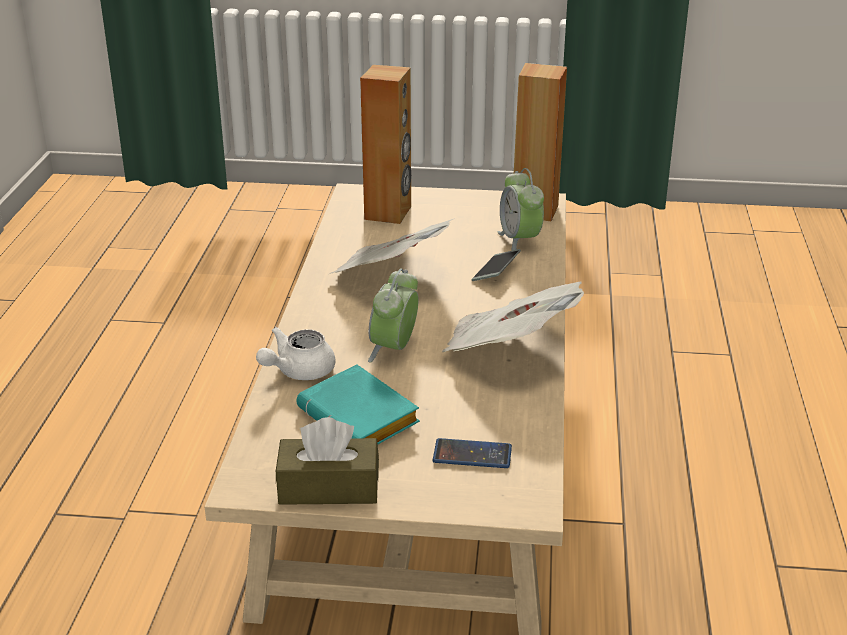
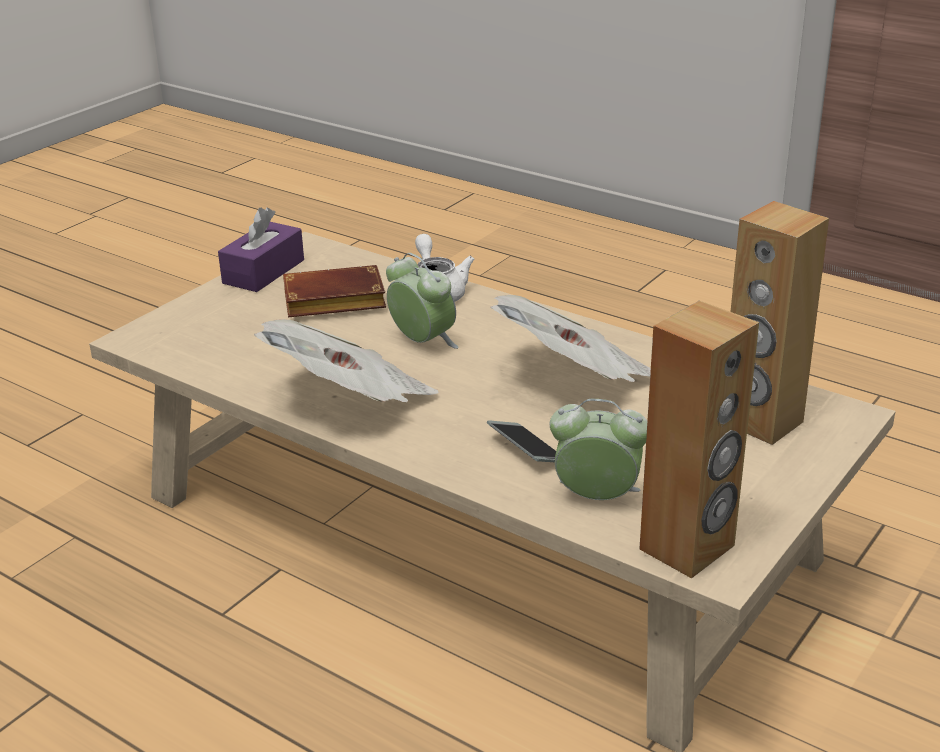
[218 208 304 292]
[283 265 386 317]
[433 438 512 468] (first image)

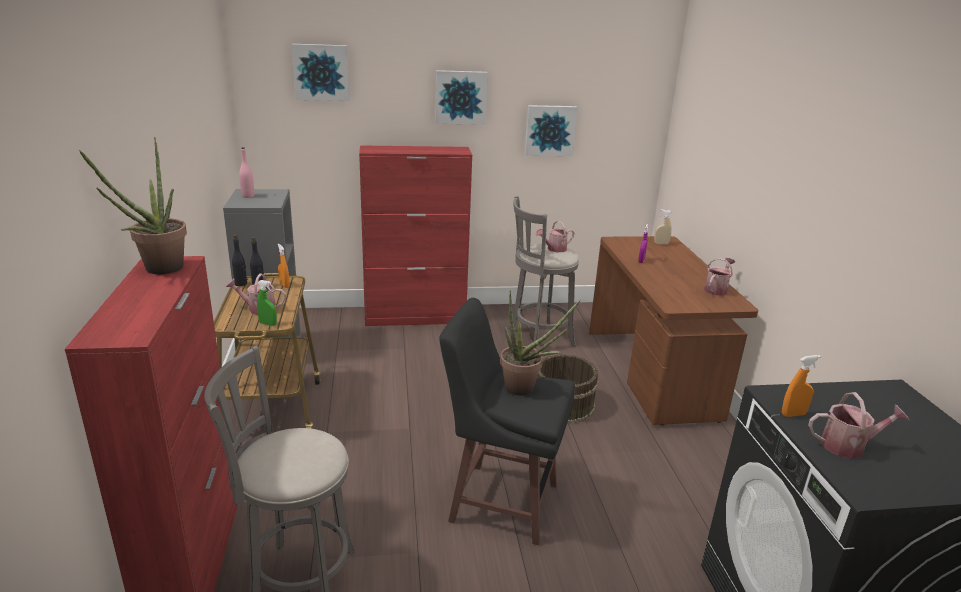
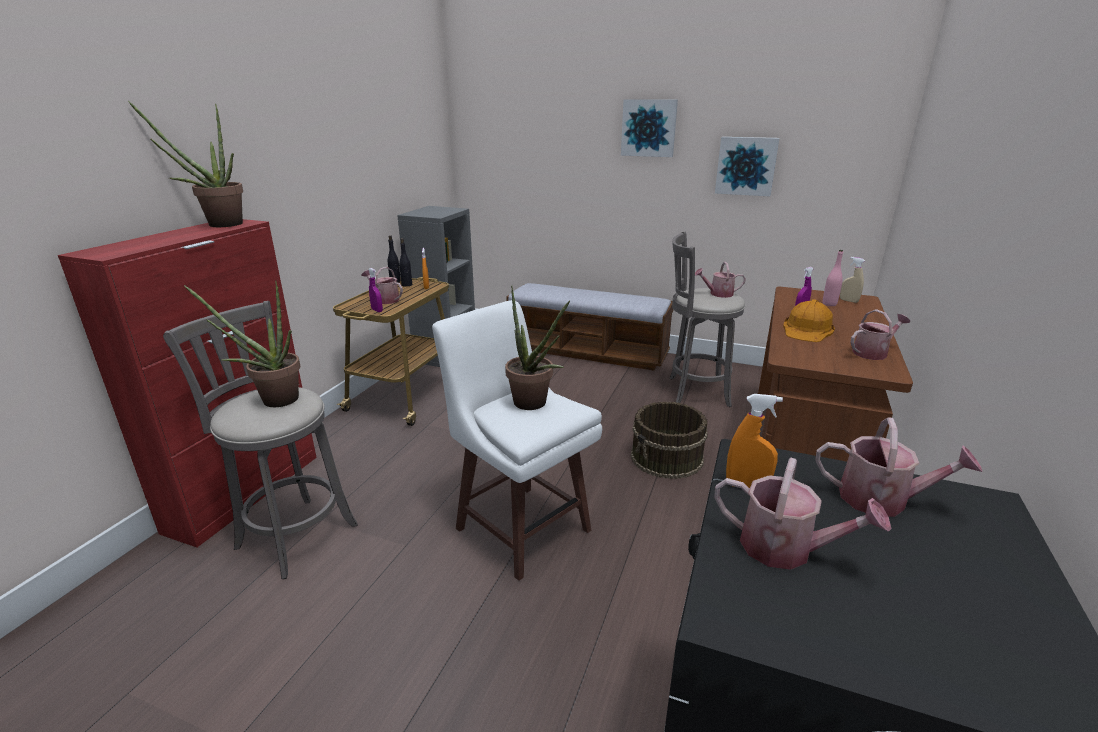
[822 250 843 306]
[368 268 383 312]
[292 44 349 101] (first image)
[506 283 674 371]
[432 300 602 581]
[184 280 300 407]
[783 299 835 342]
[815 417 982 517]

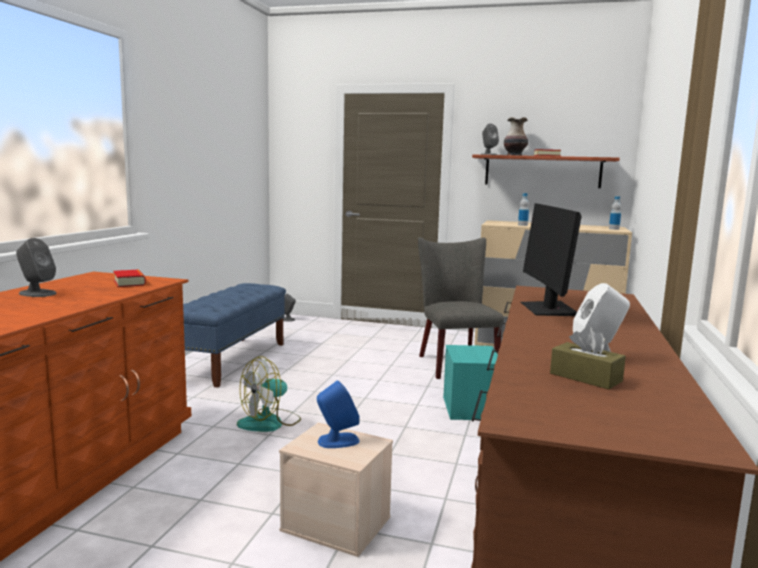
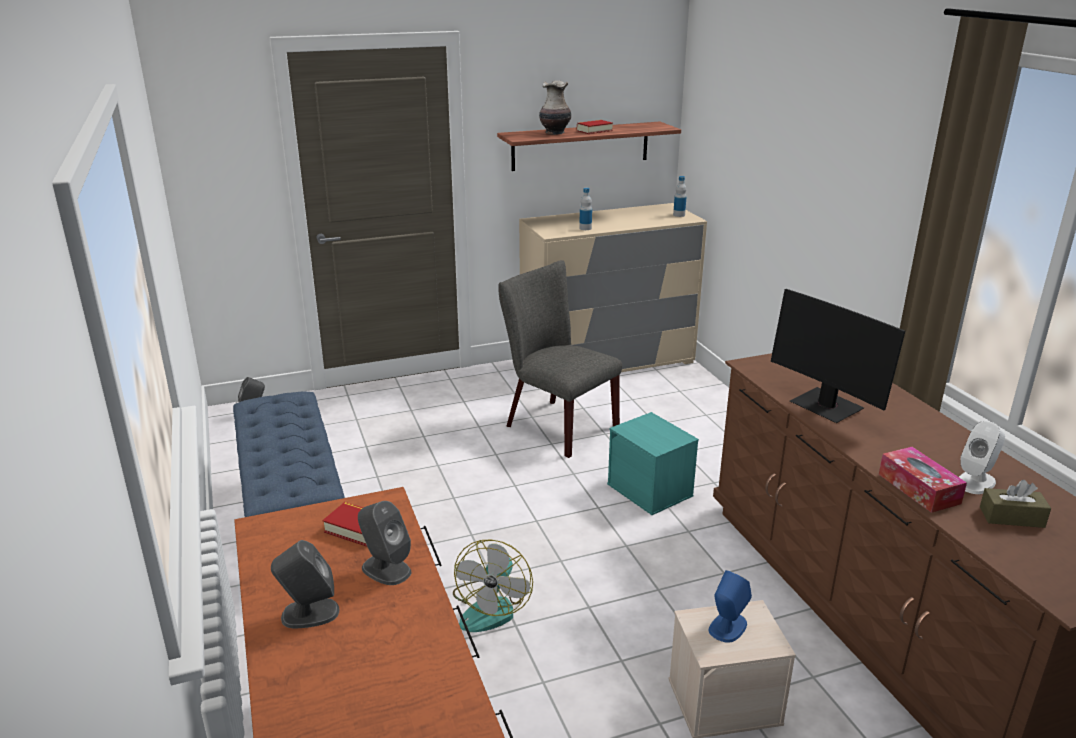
[358 501 411 585]
[879 447 967 513]

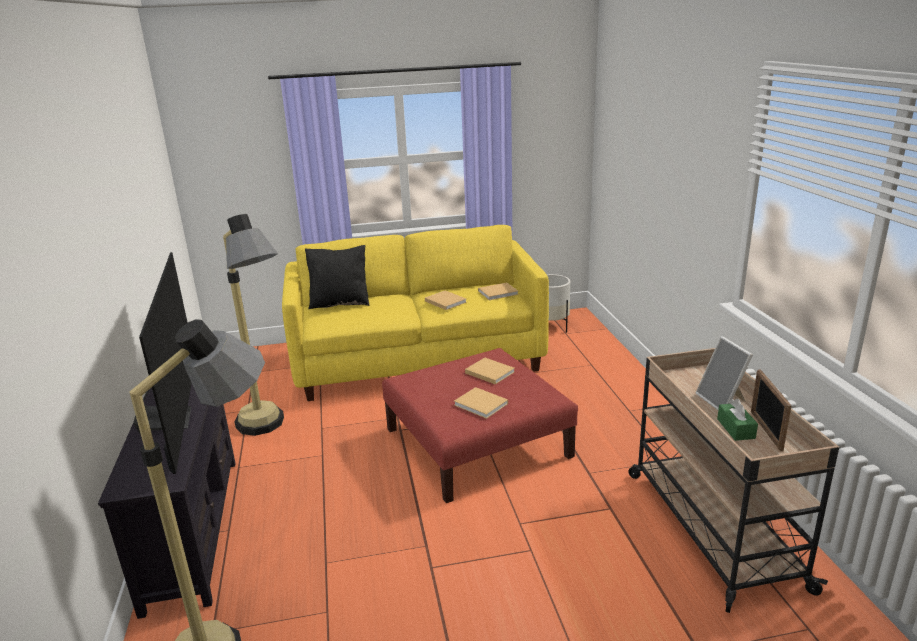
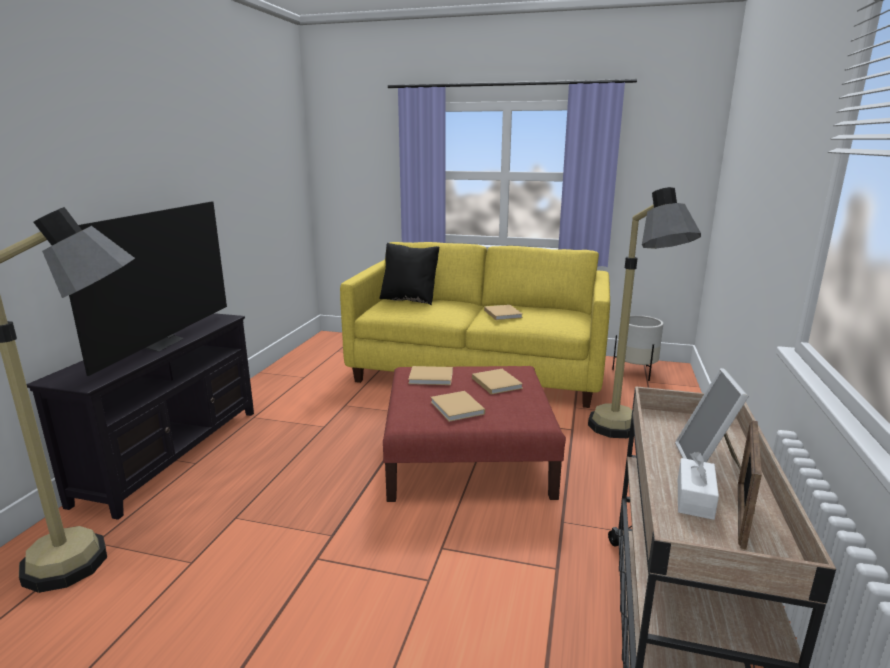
[588 187 701 438]
[408 366 453 385]
[678 452 719 520]

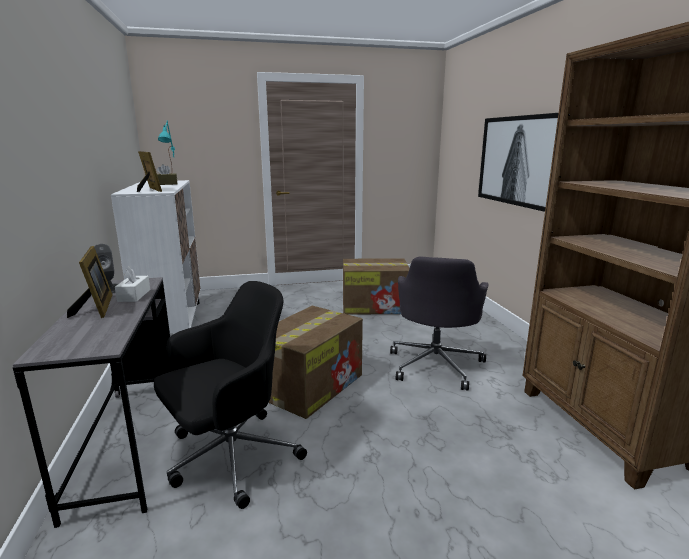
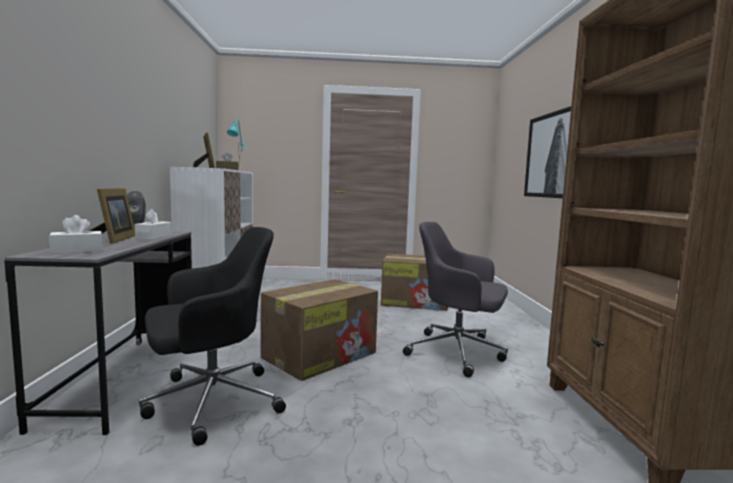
[403 222 508 377]
[49 215 103 254]

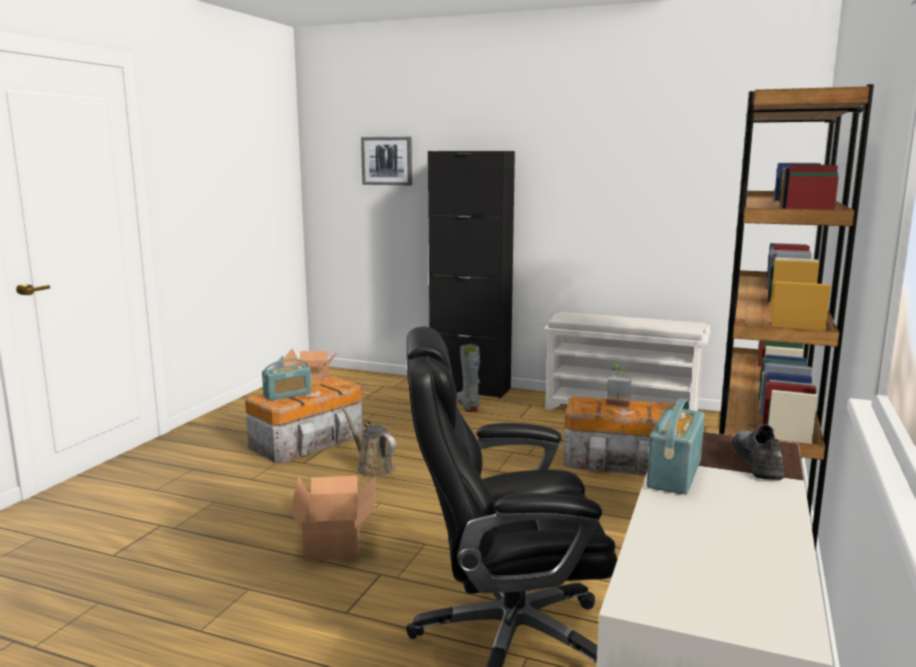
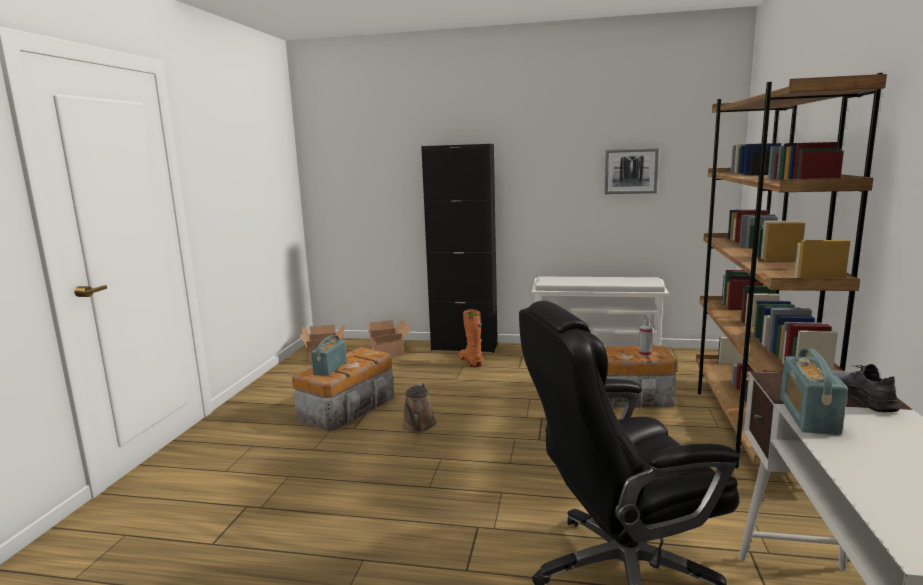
[311 335 347 376]
[364 320 411 357]
[402 383 436 432]
[605 148 659 194]
[459 309 483 367]
[606 364 631 407] (first image)
[639 316 653 357]

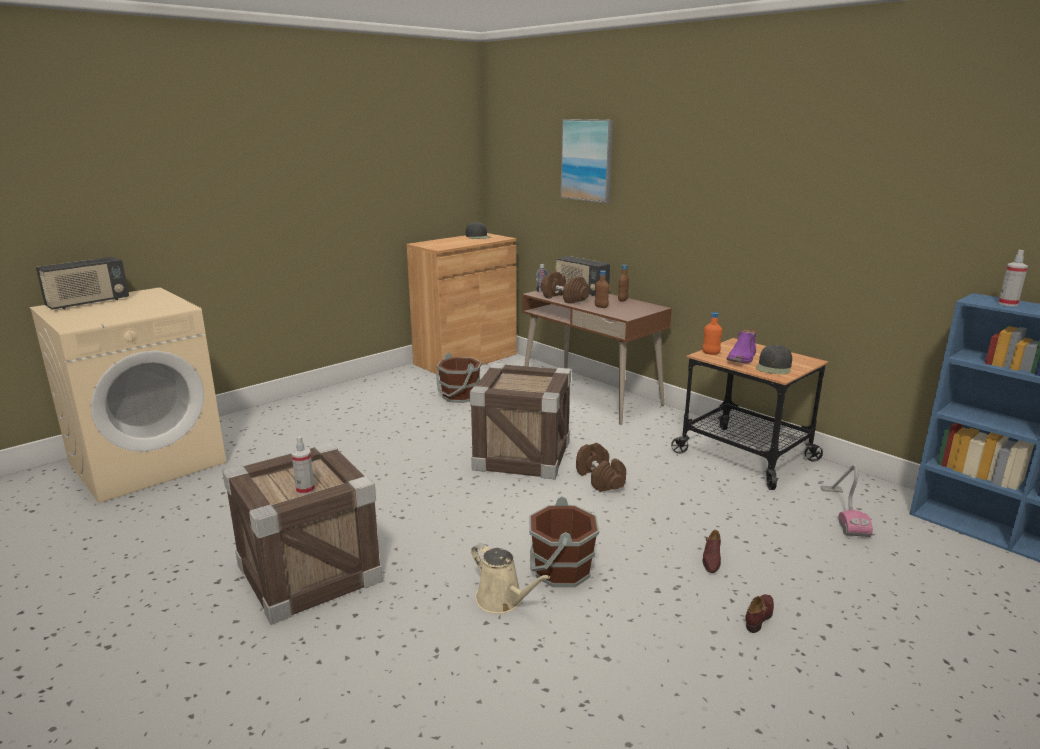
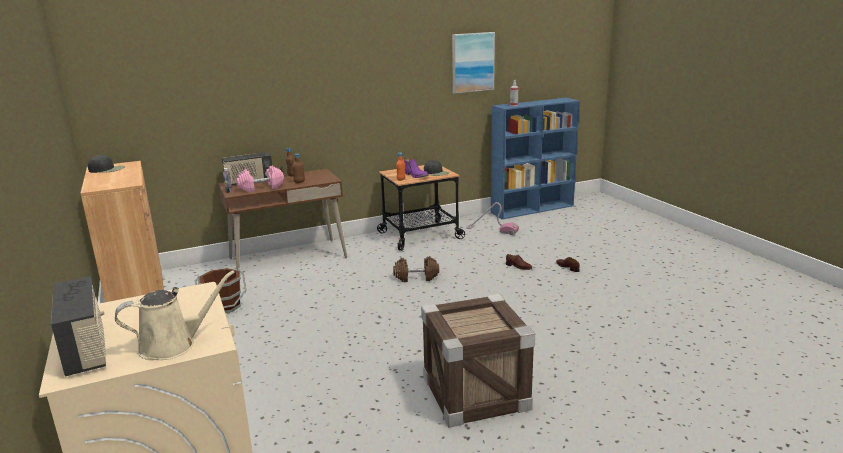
[291 436 315 495] (first image)
[470 363 571 479] (first image)
[115 270 235 360]
[529 496 599 587] (first image)
[236 166 284 193]
[452 32 495 94]

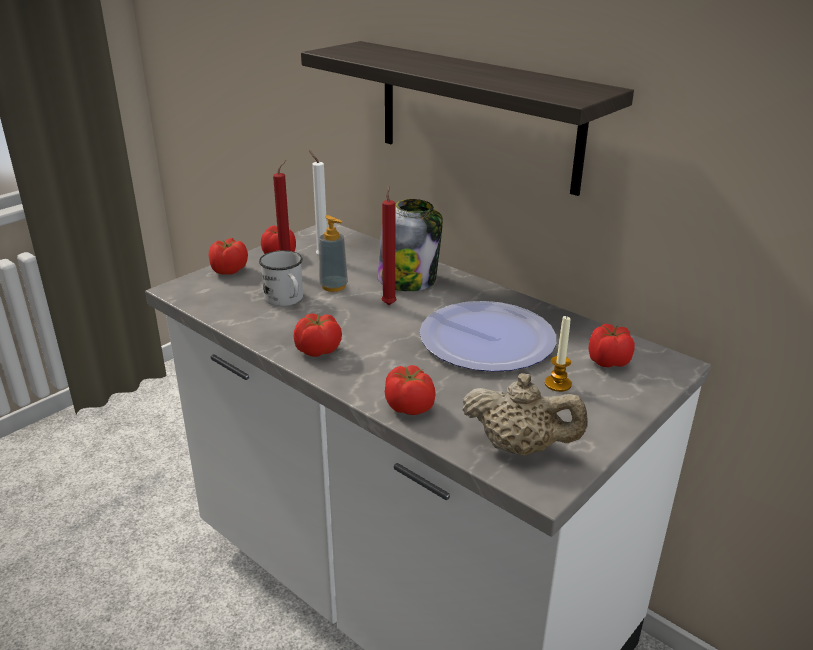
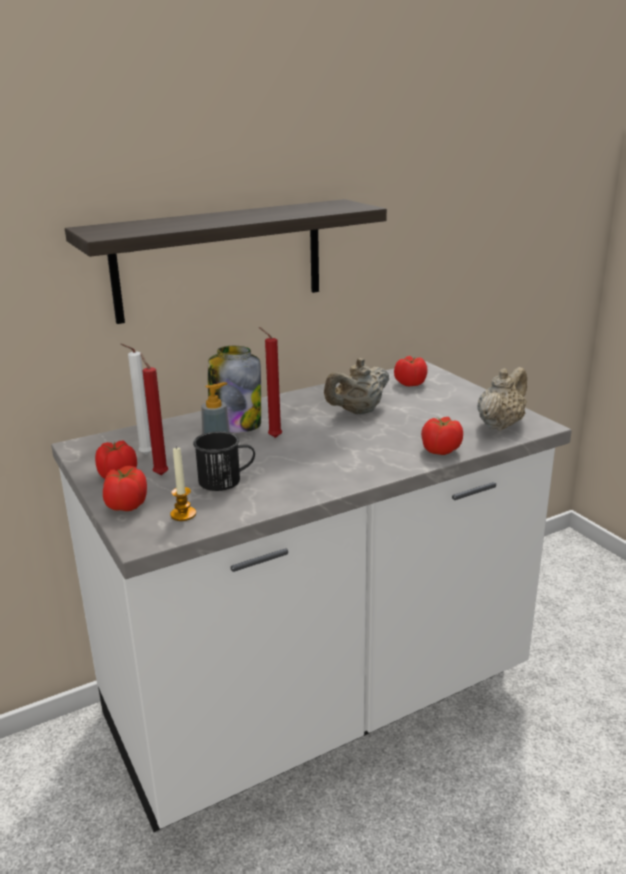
[193 431 255 491]
[294 313 342 357] (first image)
[324 358 389 414]
[170 446 196 521]

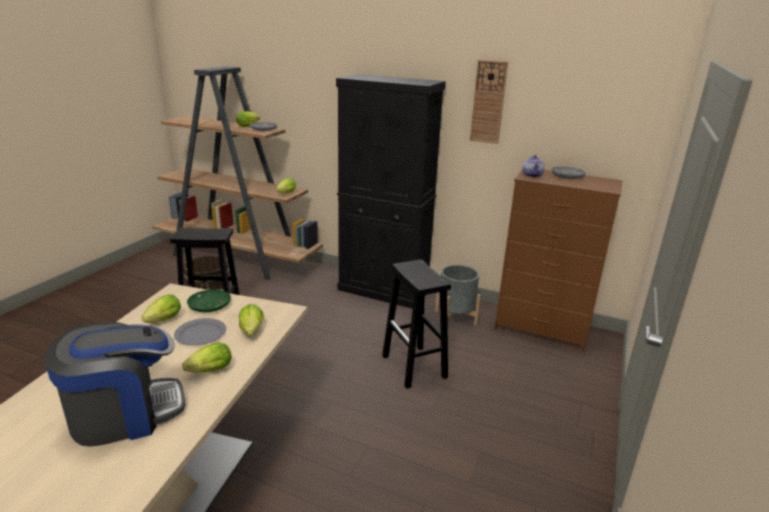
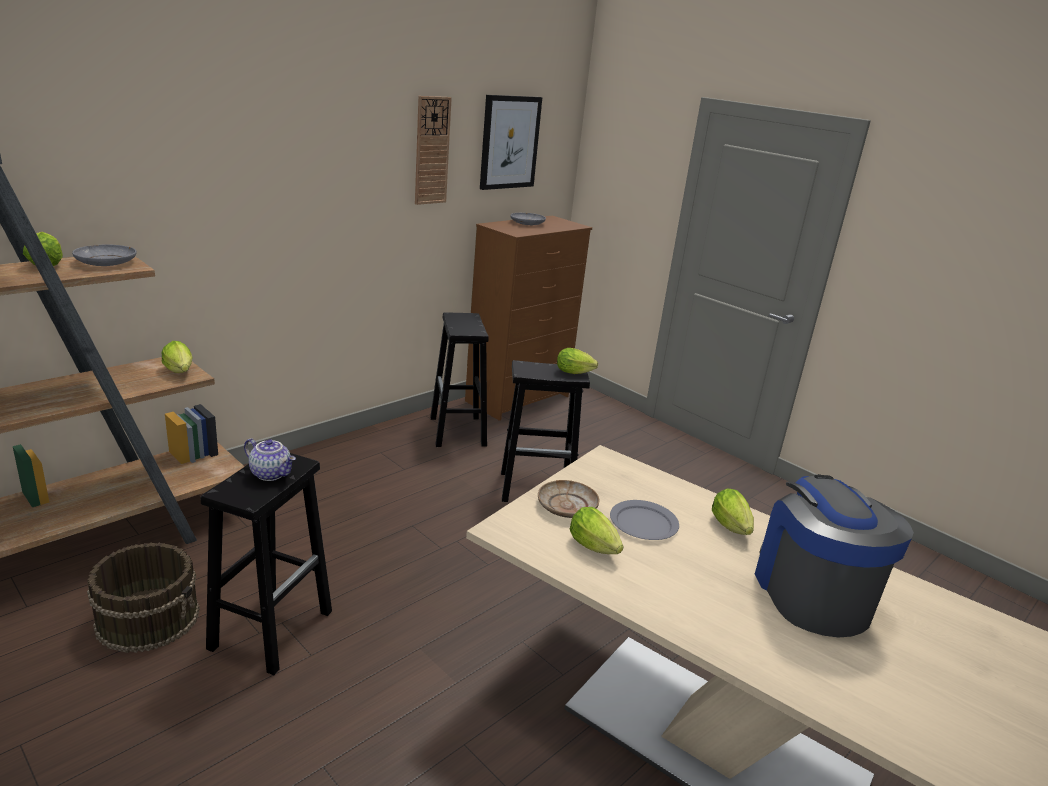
[538 480 599 518]
[557 348 598 374]
[336 74 446 309] (first image)
[430 312 489 447]
[244 438 296 481]
[480 95 542 190]

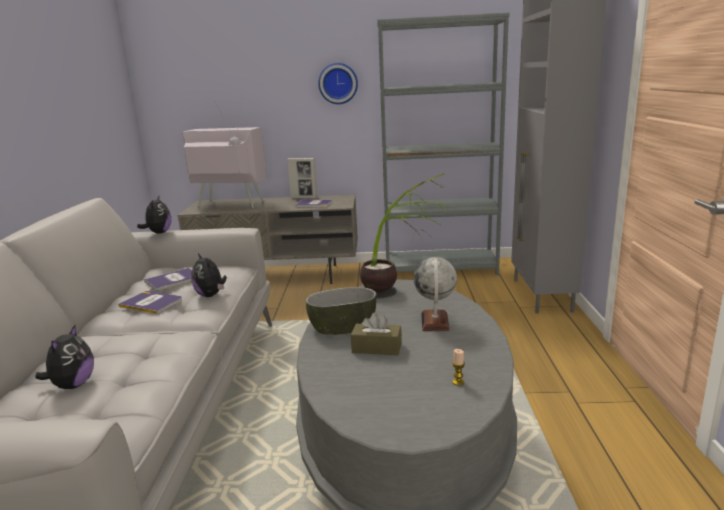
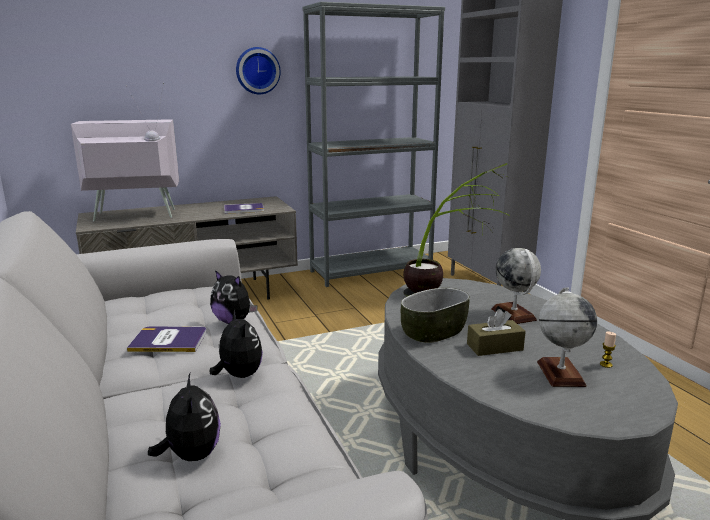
[210 310 263 378]
[144 268 192 290] (first image)
[287 158 317 199] (first image)
[537 288 597 387]

